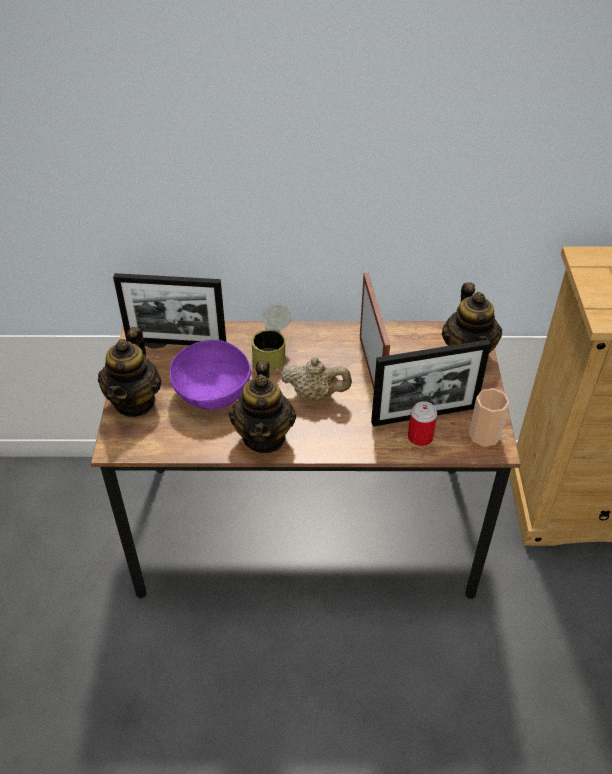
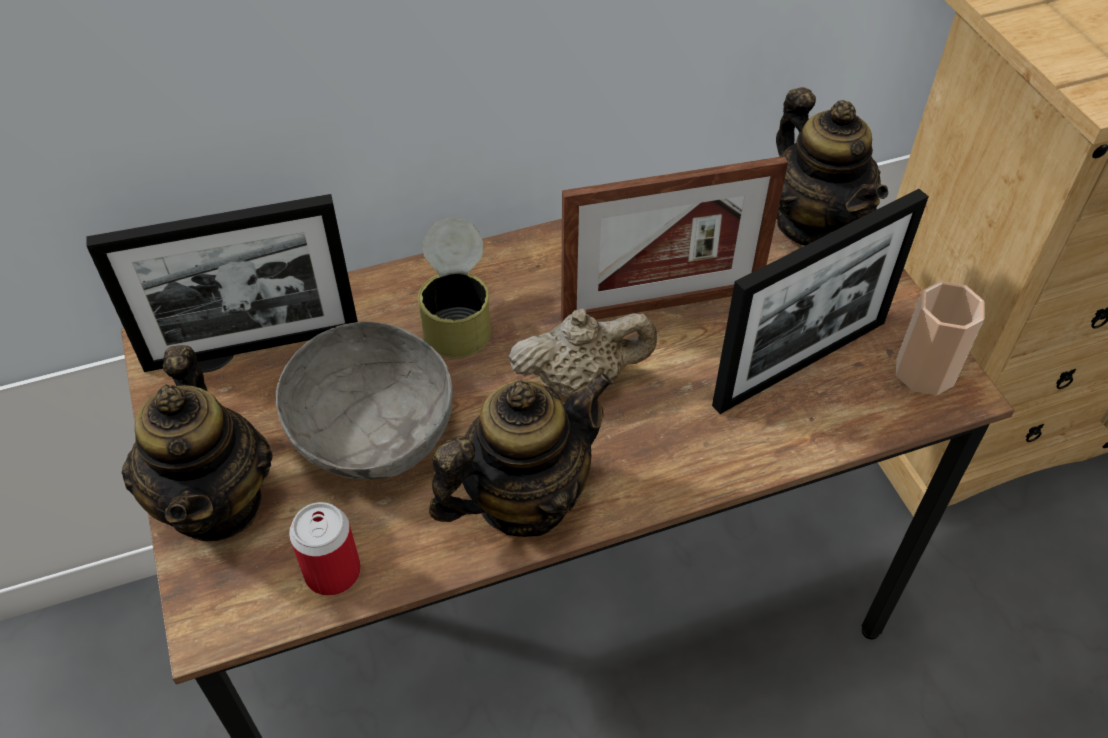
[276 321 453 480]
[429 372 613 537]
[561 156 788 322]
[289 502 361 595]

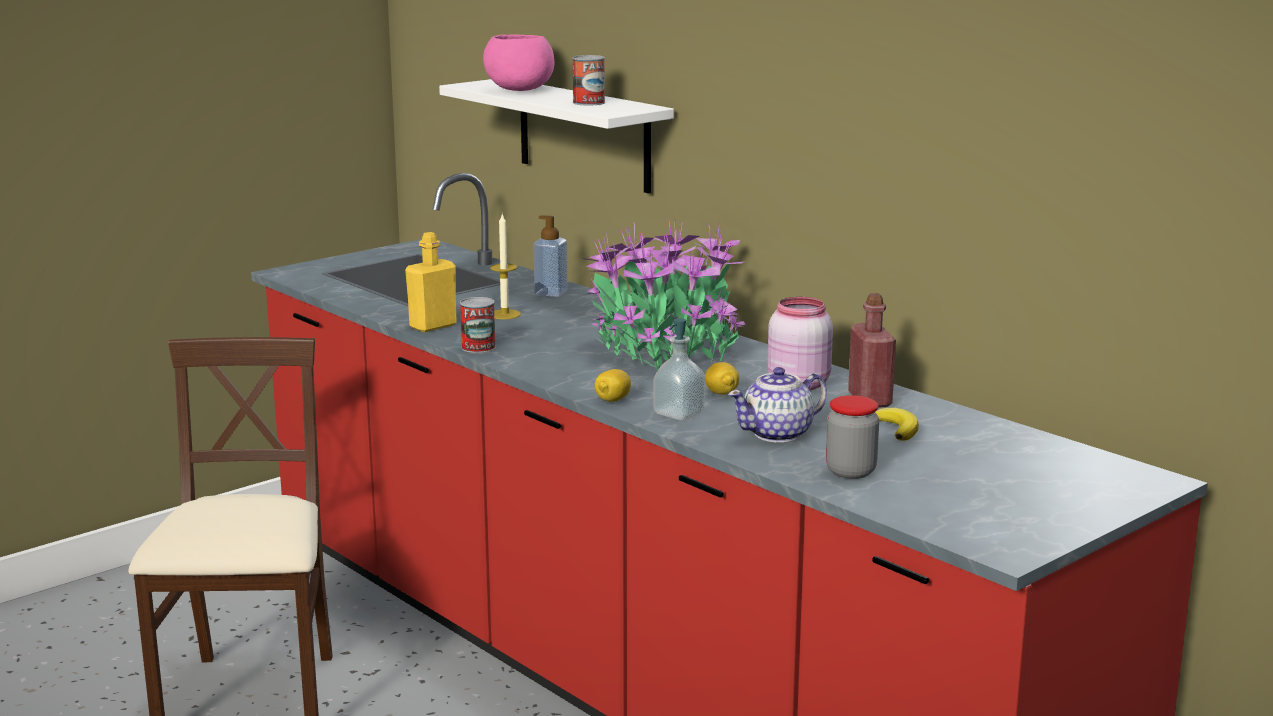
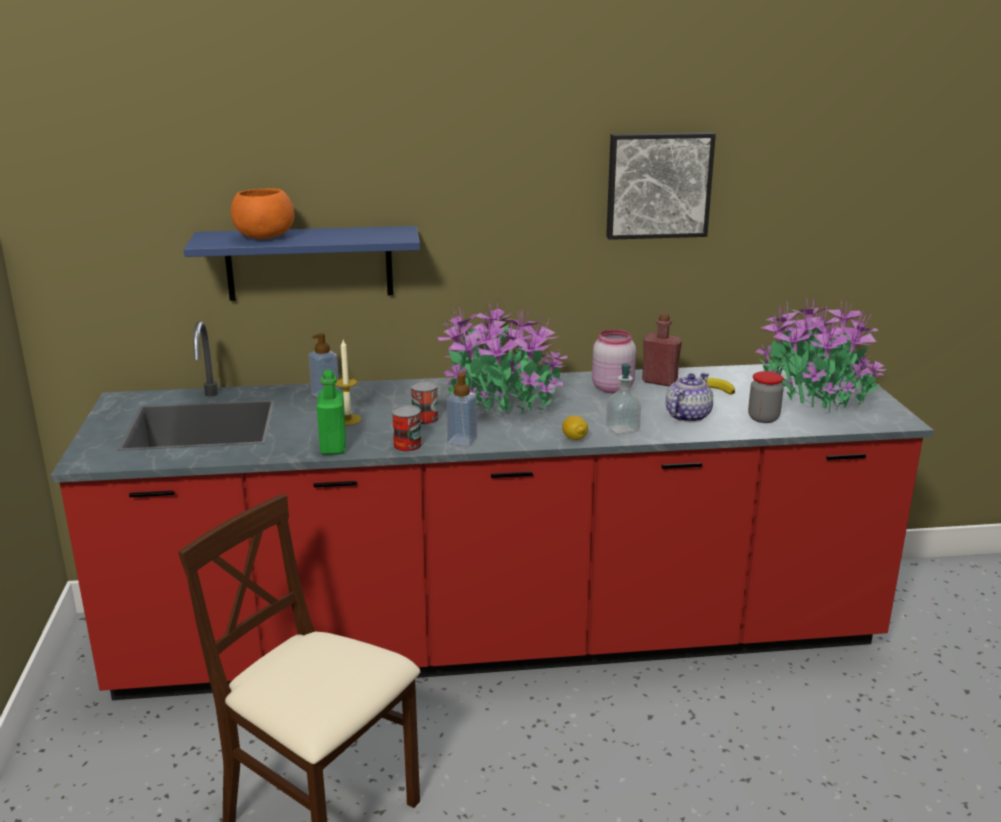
[317 370 346 455]
[184 226 420 301]
[231 188 294 239]
[411 381 439 425]
[705 362 739 395] (first image)
[666 373 713 423]
[446 371 477 446]
[606 132 716 240]
[755 296 887 412]

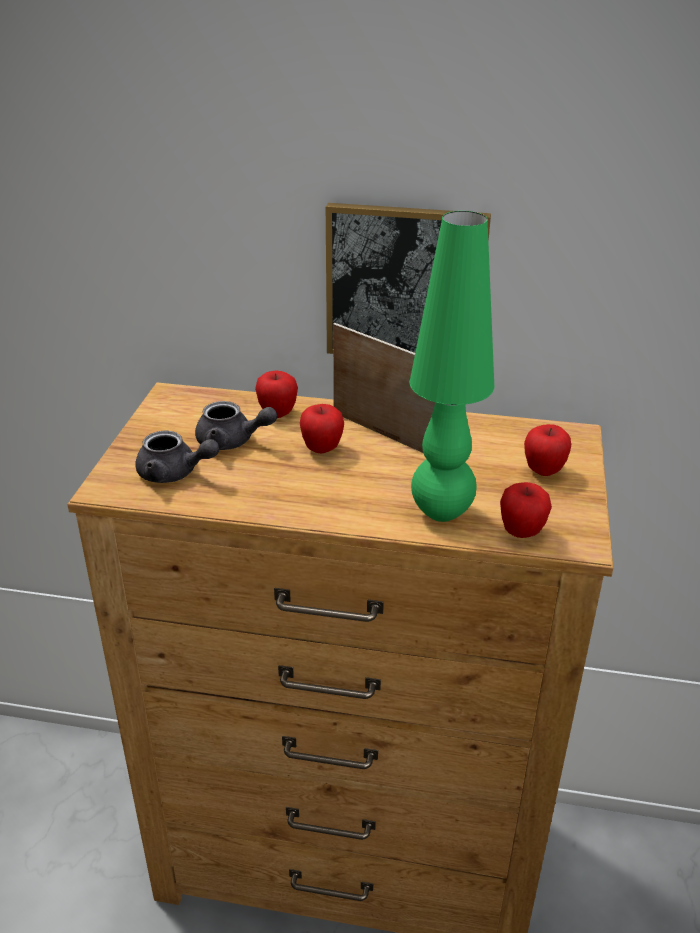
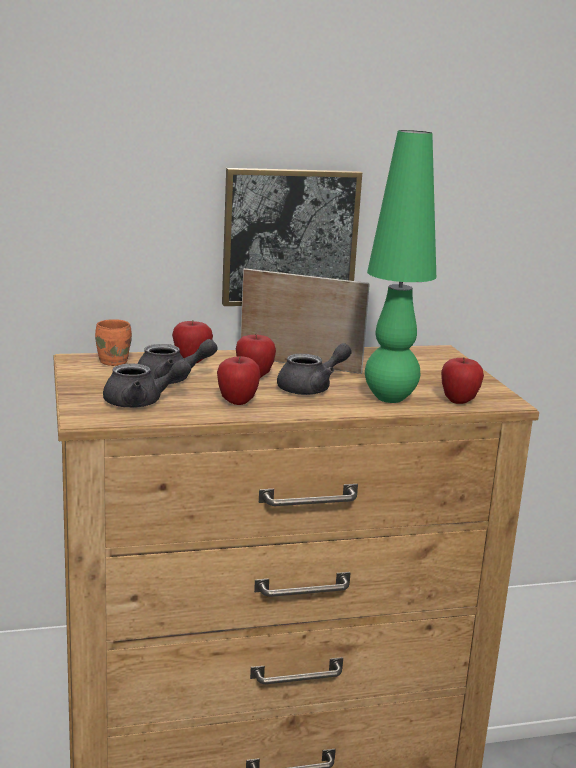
[217 356 261 405]
[95 319 132 366]
[277 343 352 395]

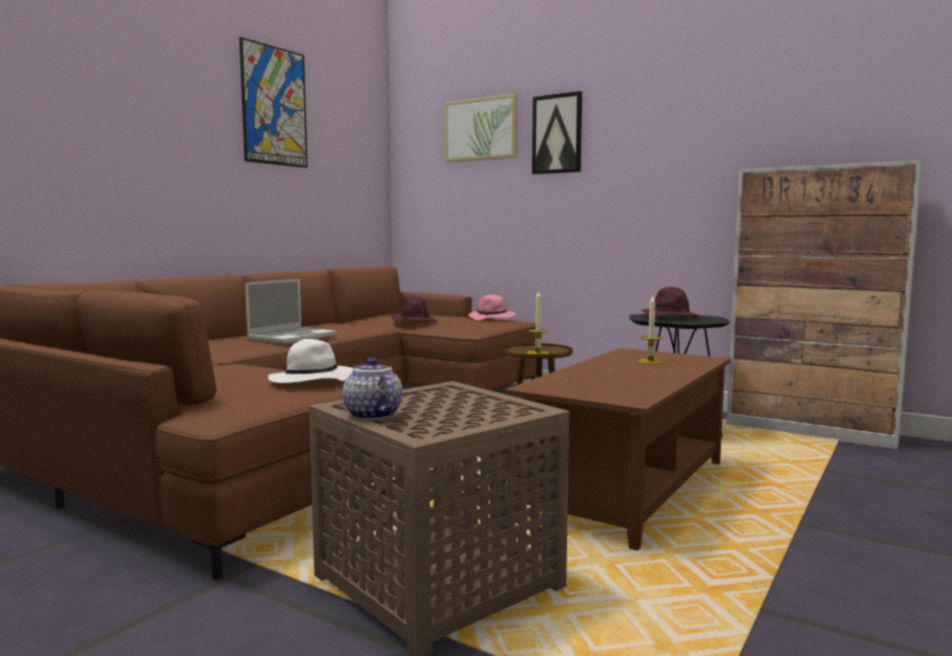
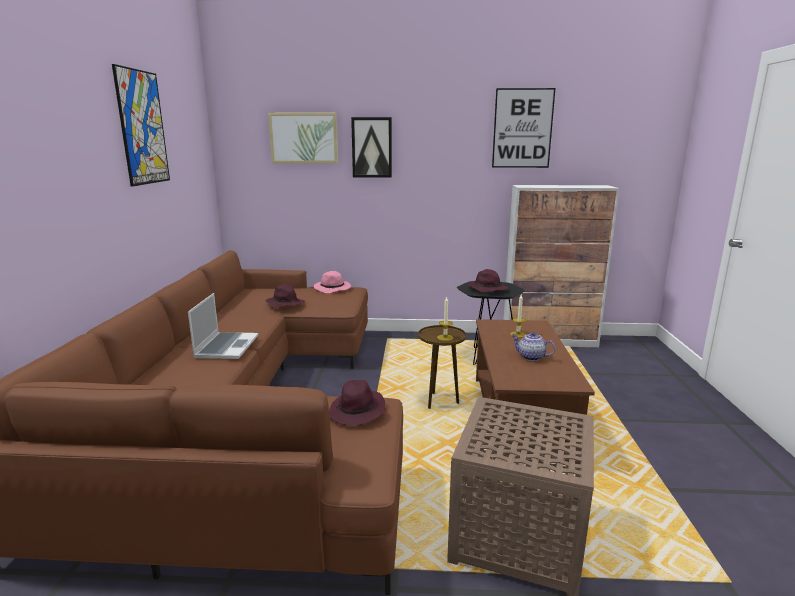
[329 380 386 426]
[511 332 555 361]
[492 88 556 168]

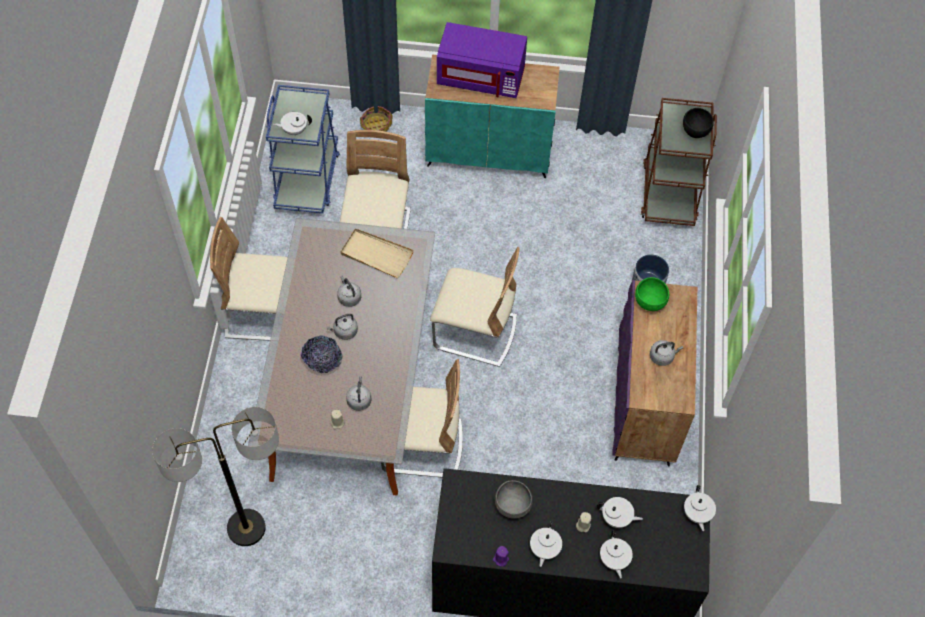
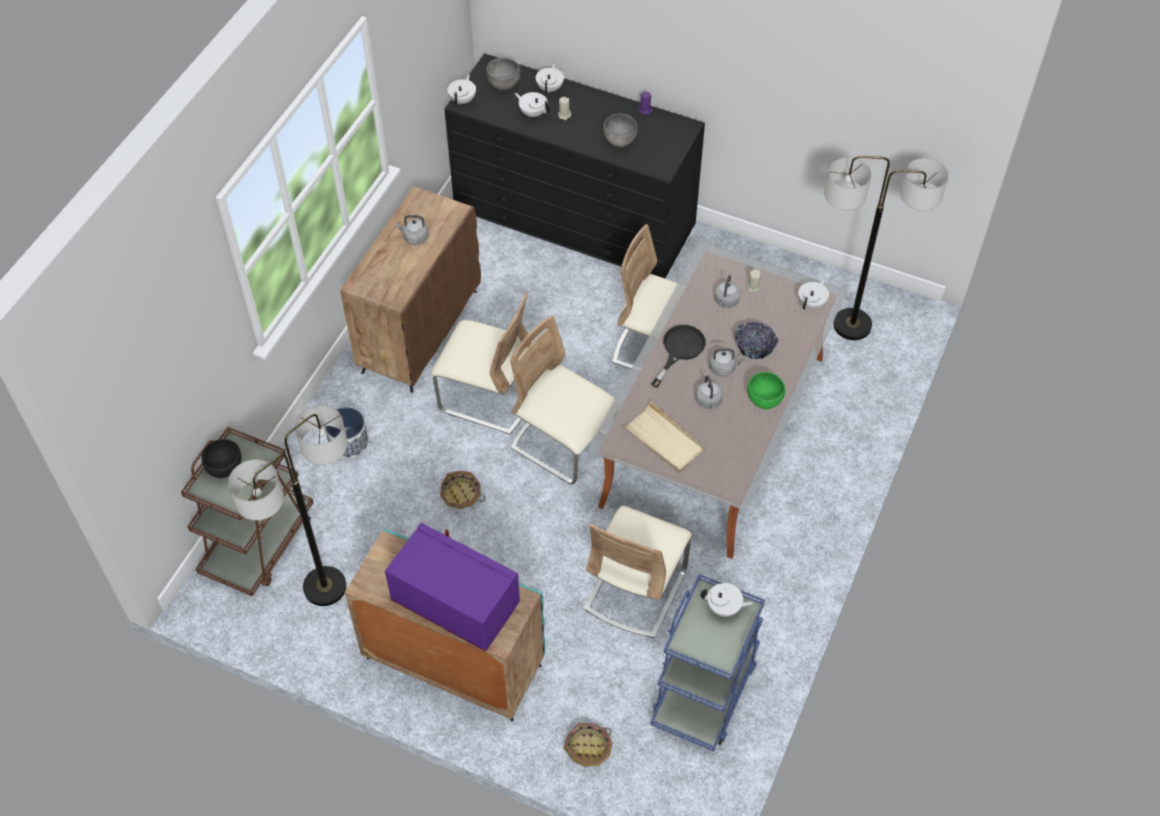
[431 291 531 435]
[798 278 829 310]
[340 187 481 393]
[748 372 785 409]
[228 405 348 606]
[440 471 485 509]
[486 58 520 90]
[651 325 706 388]

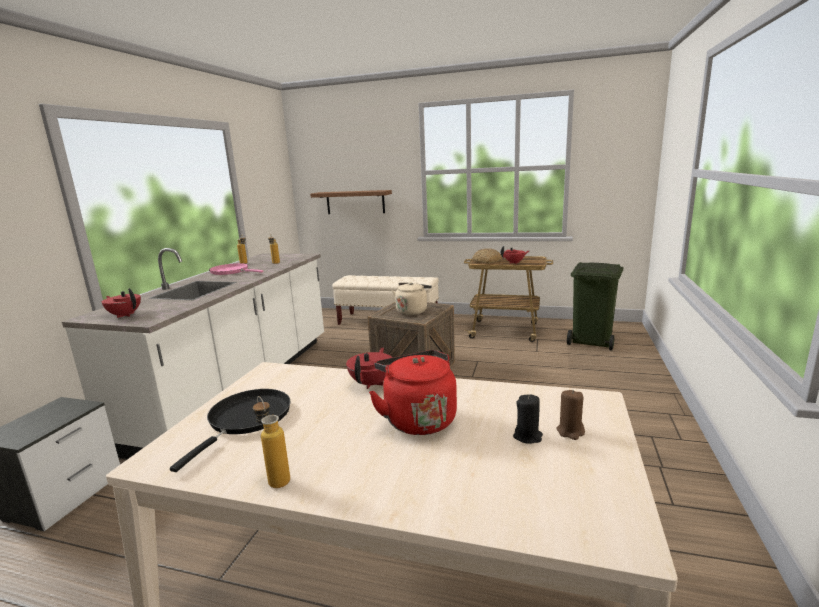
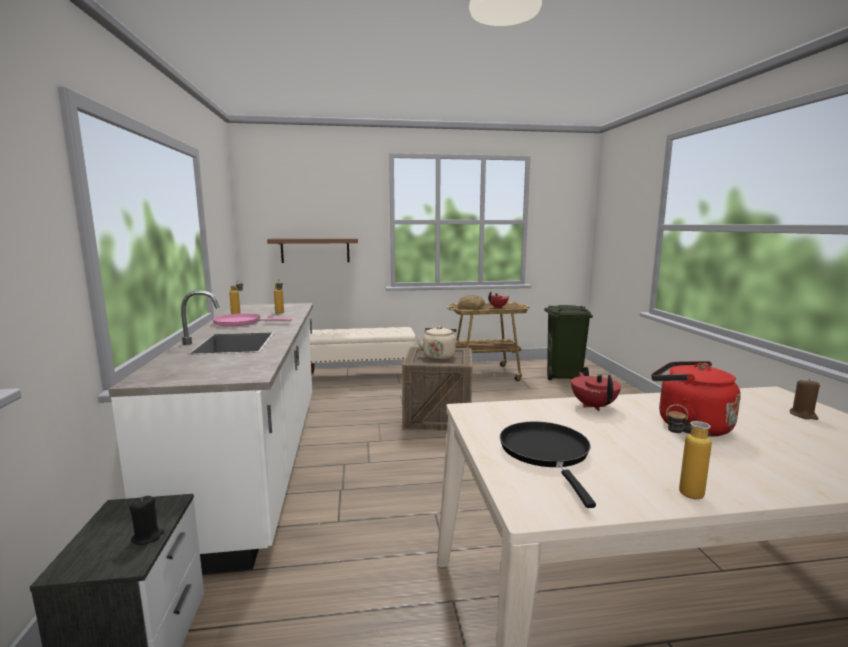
[102 288 141 318] (first image)
[129 496 164 545]

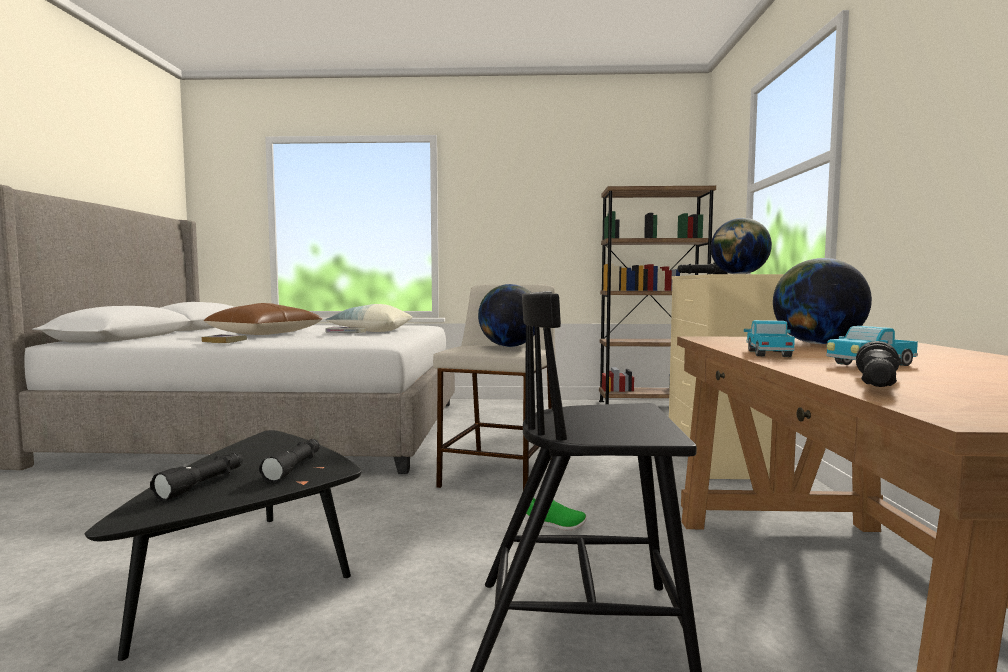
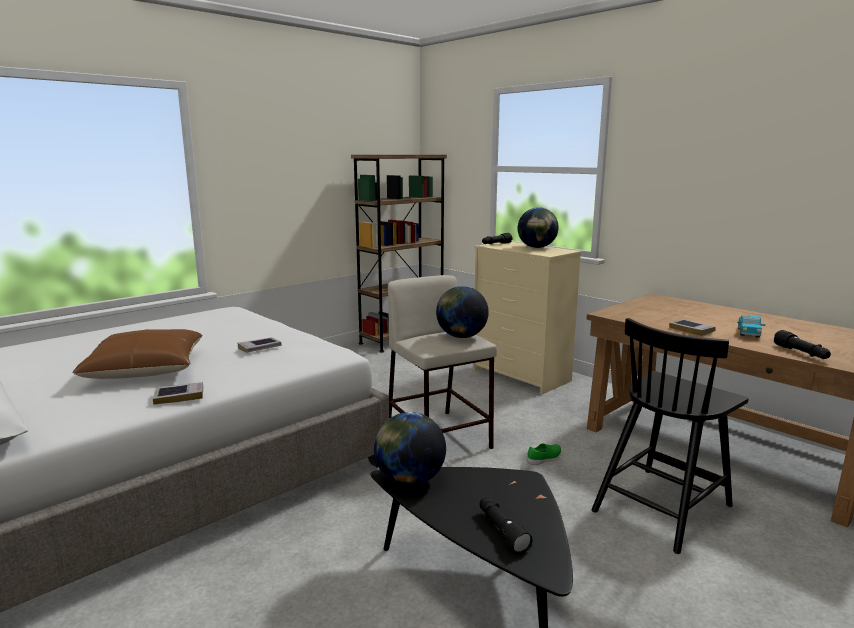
[259 439 320 482] (first image)
[325 304 412 332] (first image)
[669 319 716 336]
[374 412 446 486]

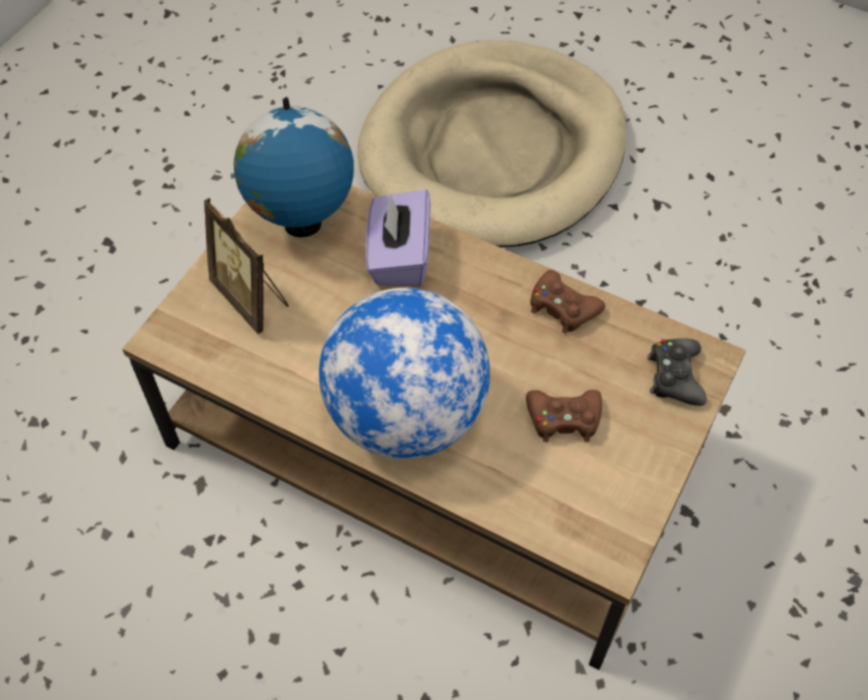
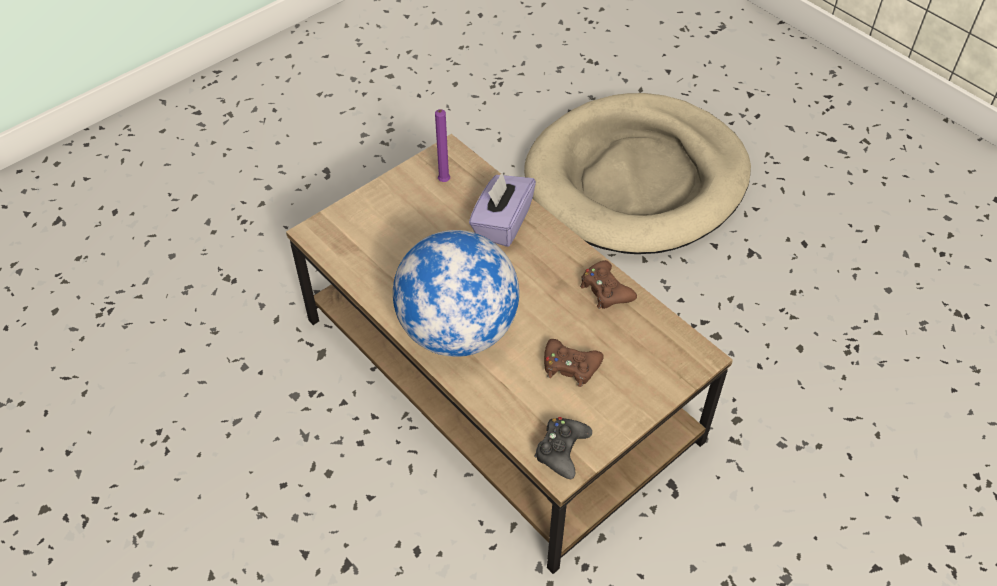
[204 198 289 334] (first image)
[435 109 450 182]
[534 417 592 479]

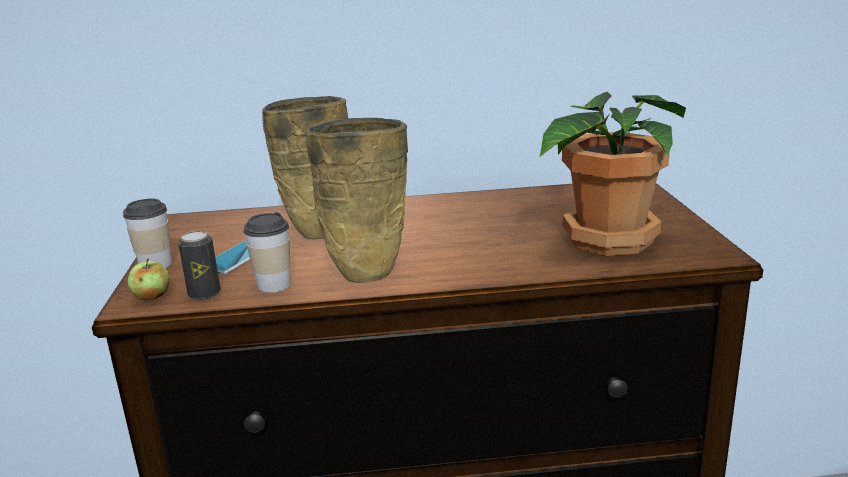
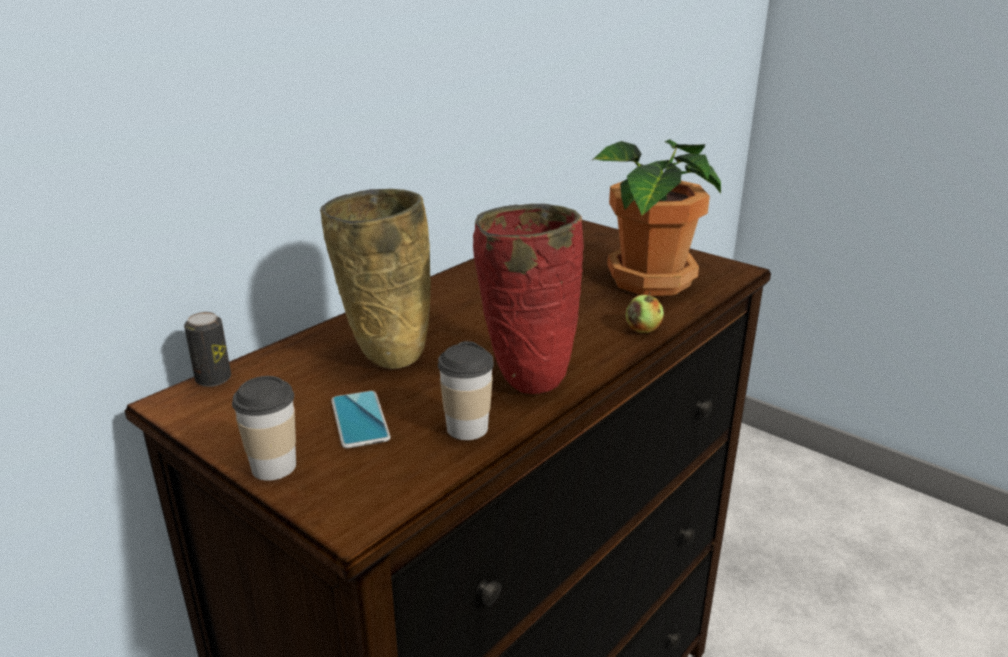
[626 291 664 333]
[184 312 231 387]
[473 204 584 394]

